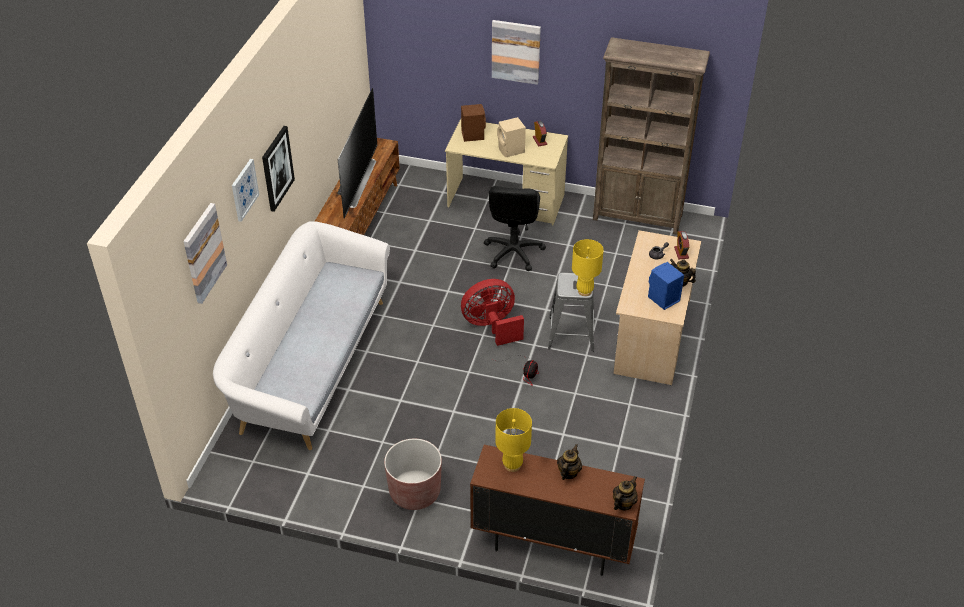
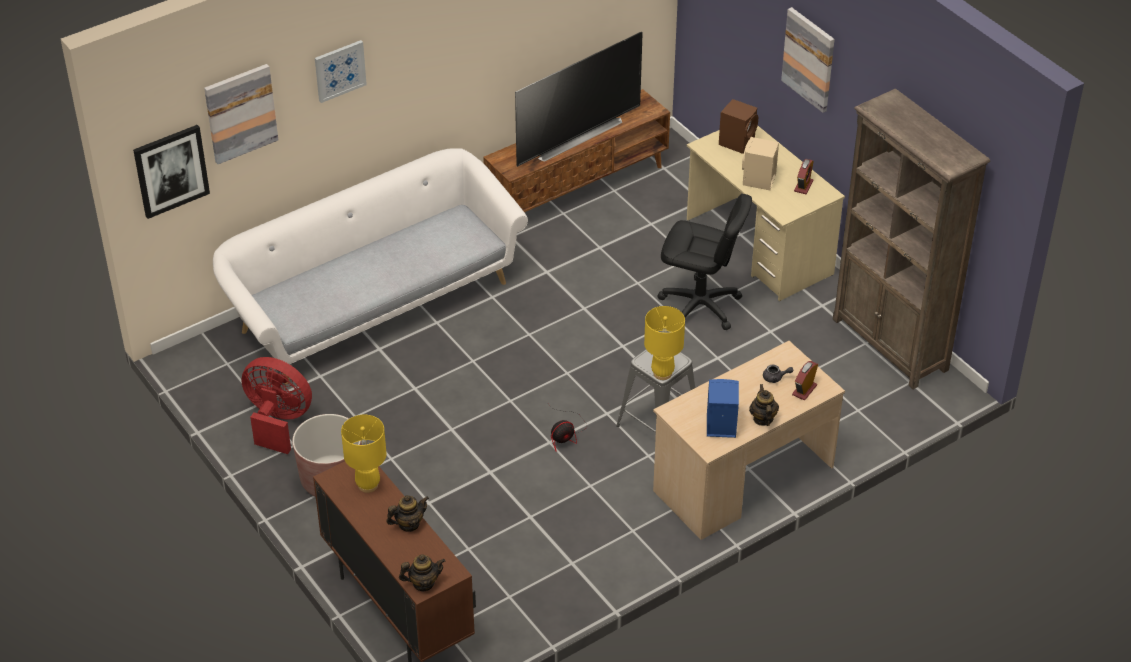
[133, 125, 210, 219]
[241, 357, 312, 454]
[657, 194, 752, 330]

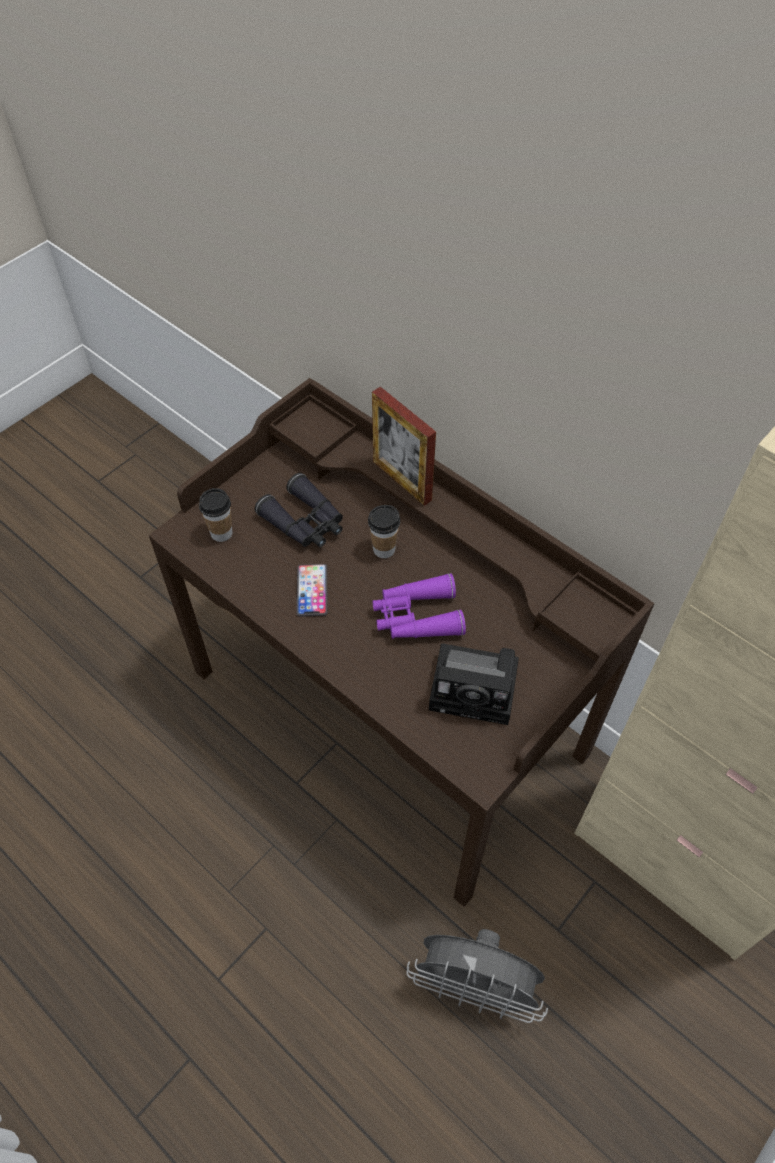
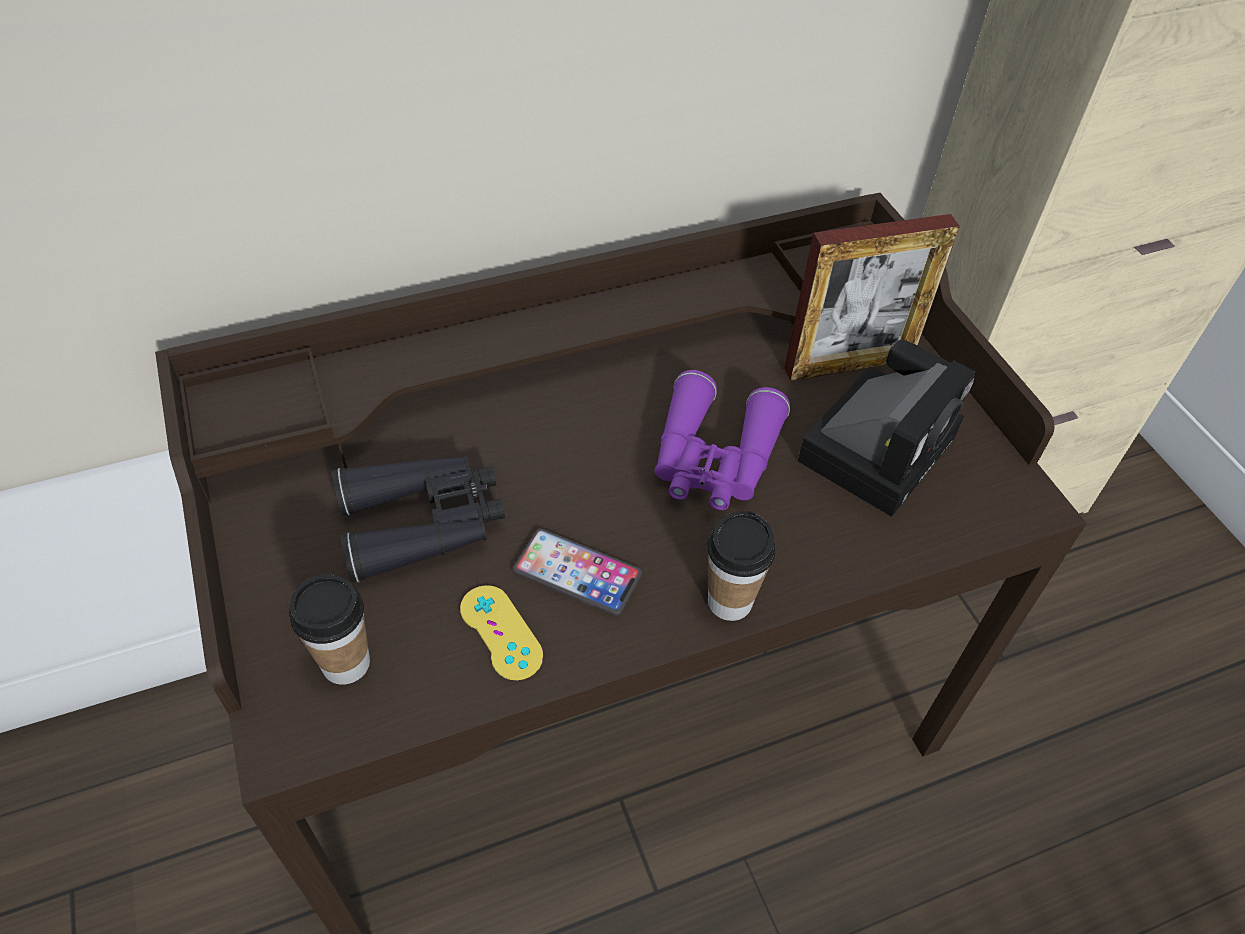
[707, 511, 775, 621]
[784, 214, 960, 381]
[406, 929, 548, 1023] (first image)
[460, 585, 543, 680]

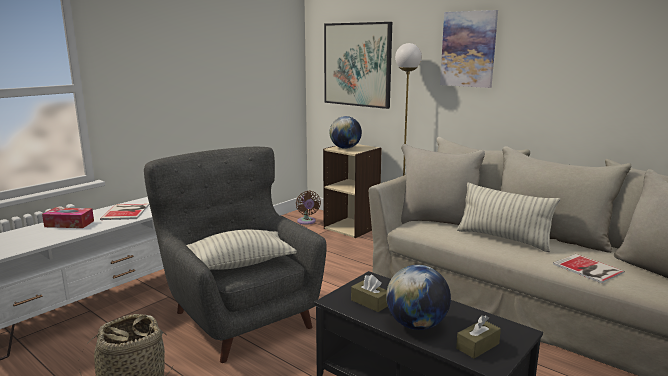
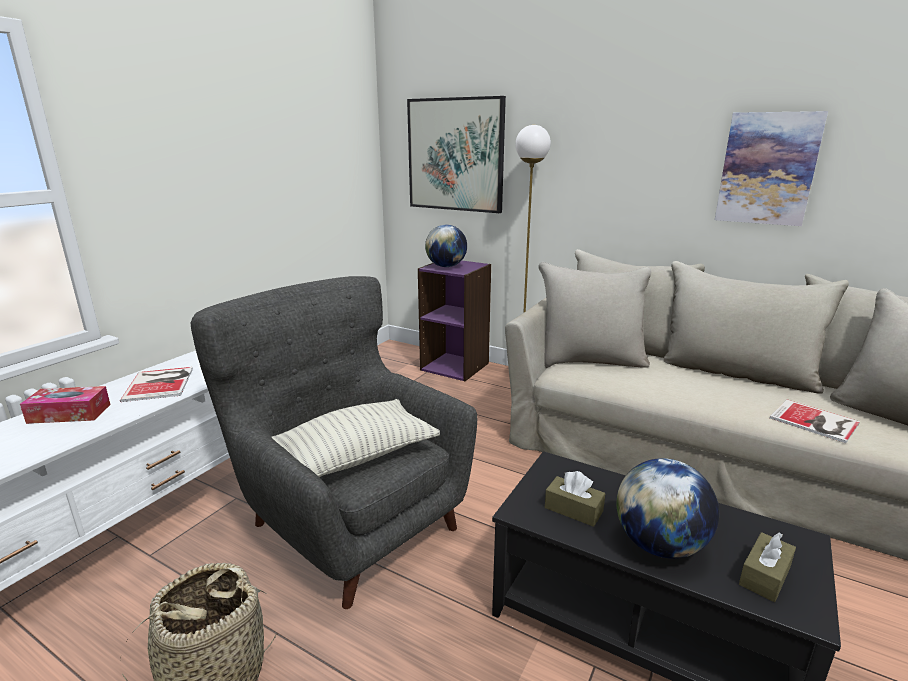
[296, 191, 321, 225] (first image)
[418, 261, 491, 381]
[715, 111, 828, 226]
[457, 183, 560, 252] (first image)

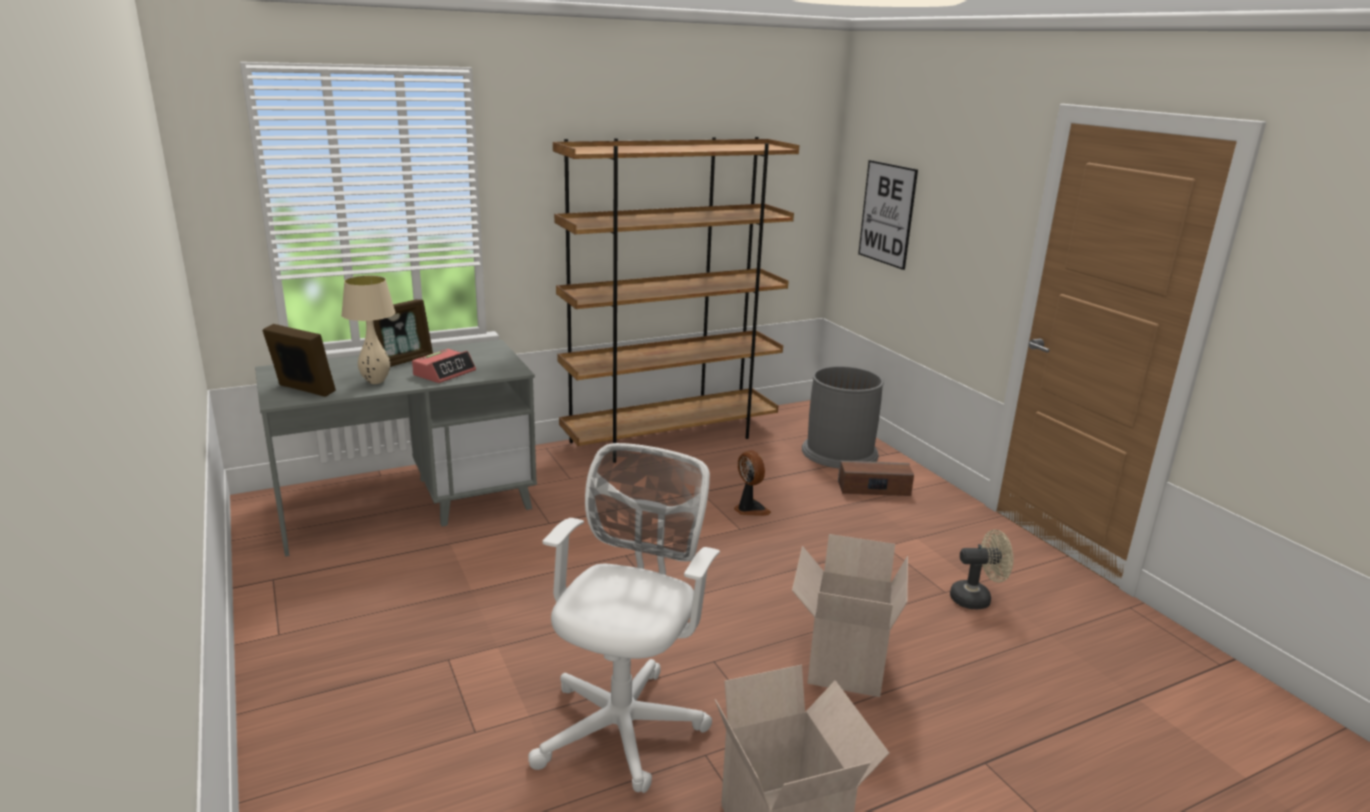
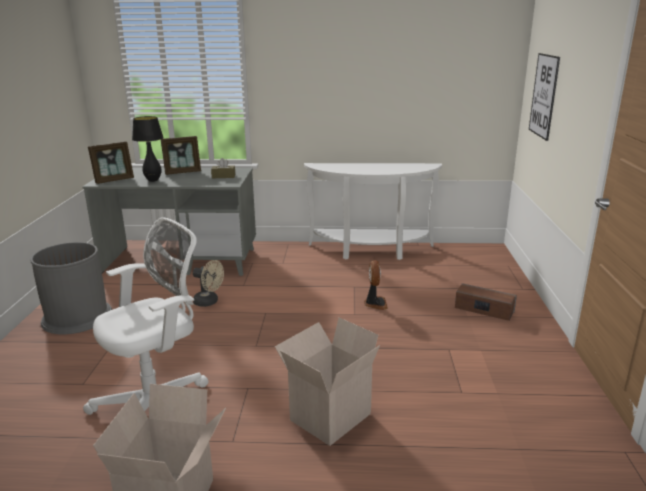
[88, 142, 134, 184]
[132, 116, 164, 182]
[412, 349, 476, 383] (first image)
[304, 163, 442, 260]
[30, 242, 112, 334]
[193, 260, 224, 307]
[211, 158, 235, 178]

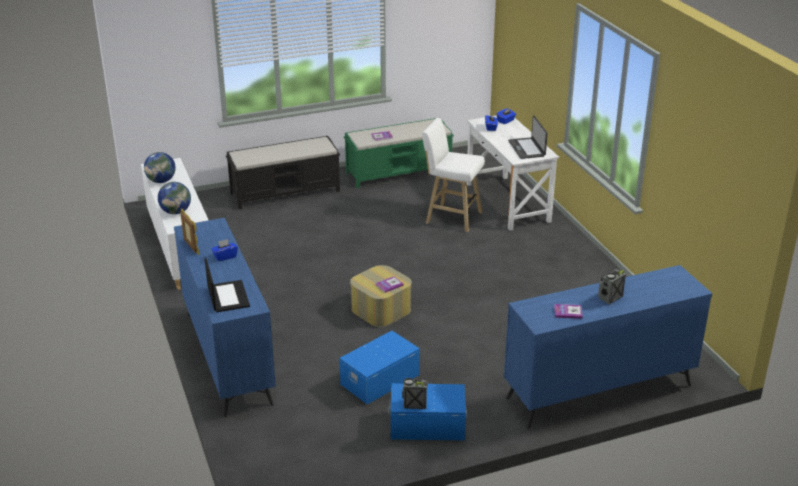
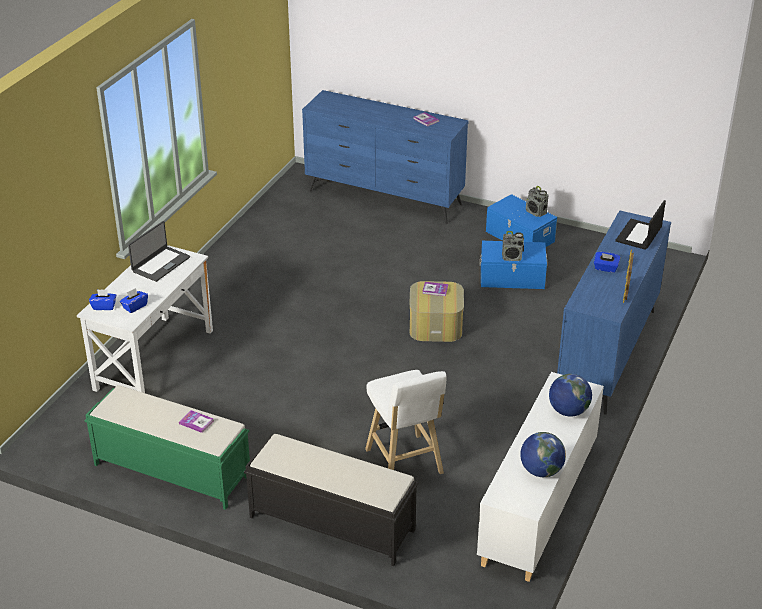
[365, 370, 447, 474]
[502, 231, 524, 261]

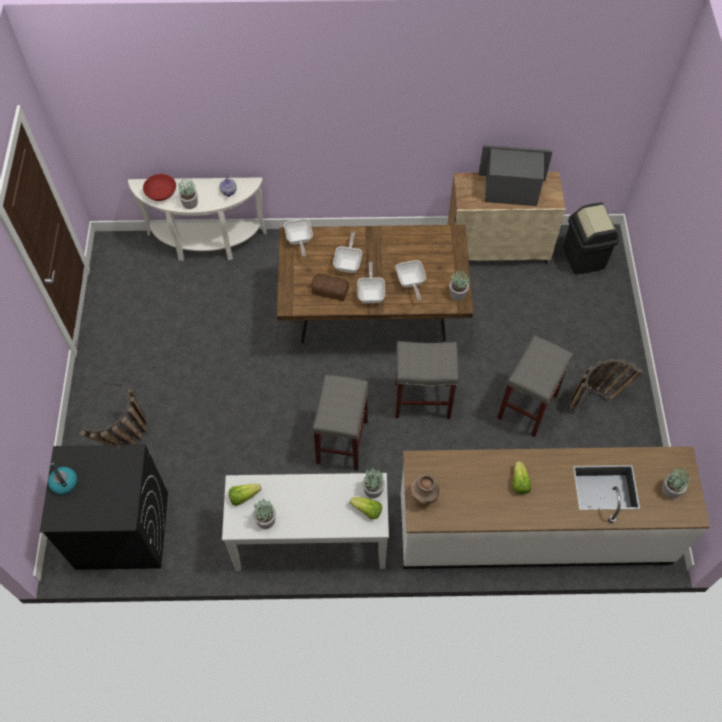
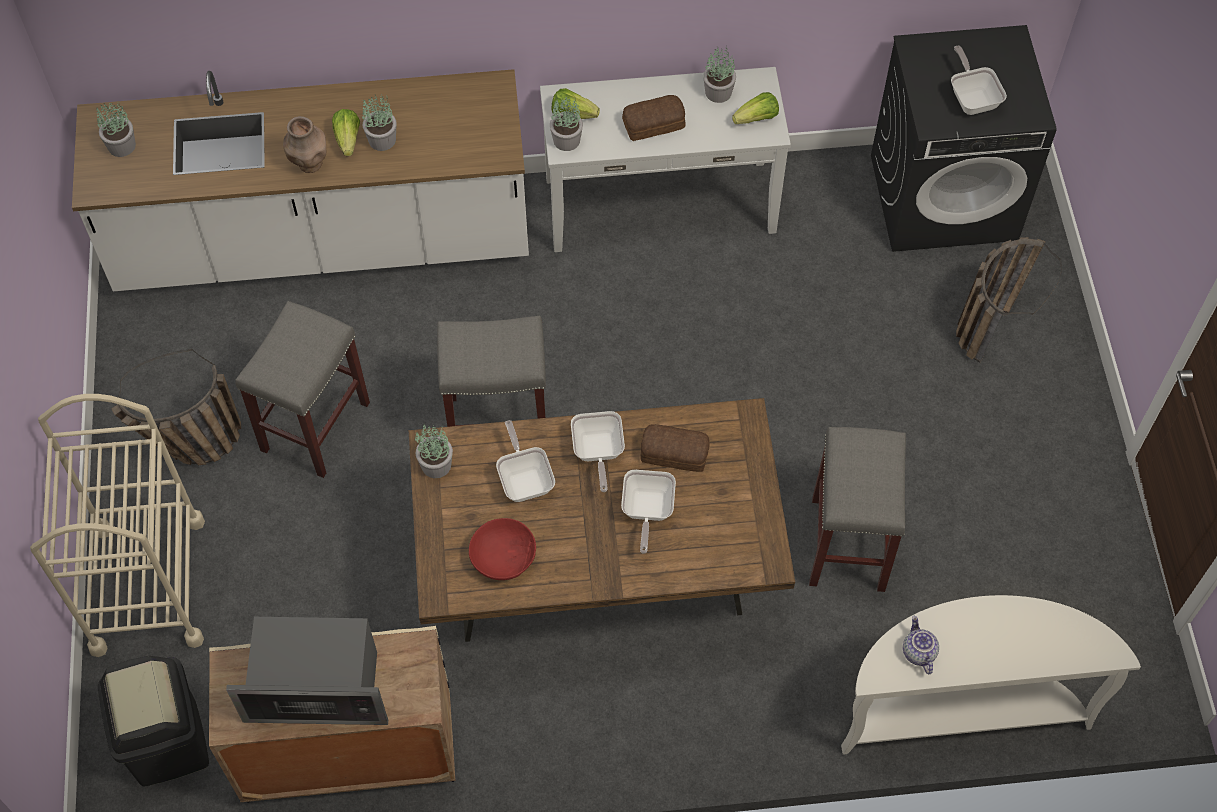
[48, 462, 77, 495] (first image)
[469, 518, 536, 580]
[362, 94, 397, 151]
[951, 46, 1007, 115]
[809, 427, 906, 592]
[283, 116, 326, 173]
[30, 394, 205, 657]
[622, 95, 686, 141]

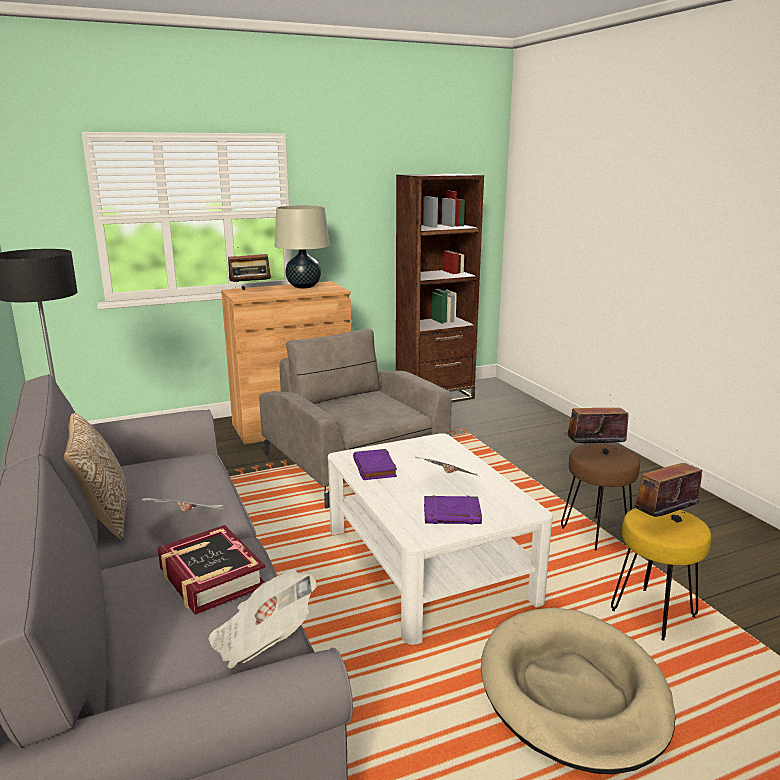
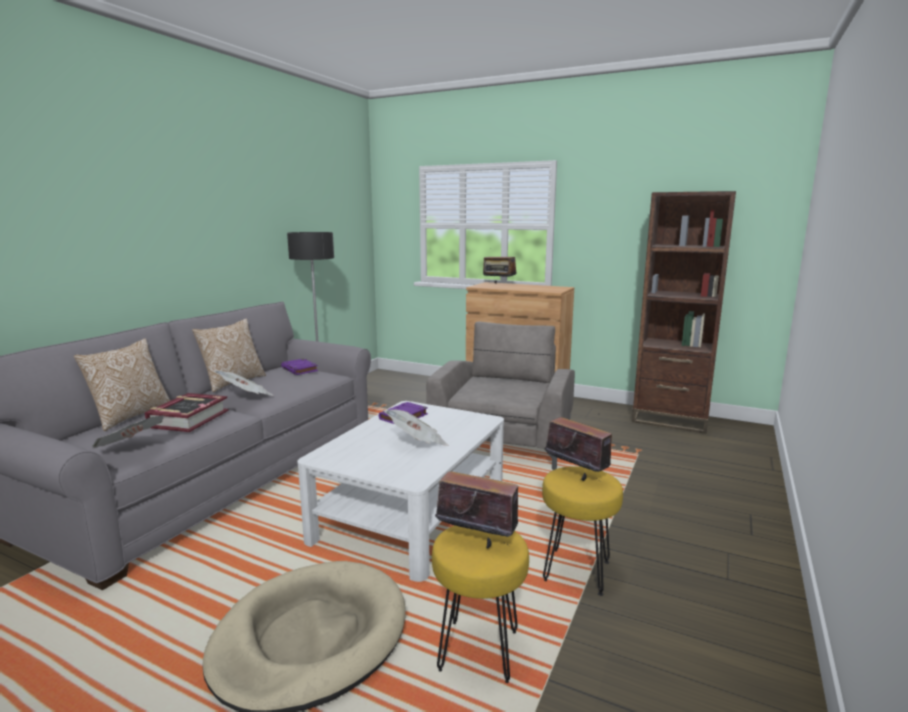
[275, 205, 330, 288] (first image)
[281, 358, 318, 375]
[542, 466, 623, 596]
[74, 338, 170, 431]

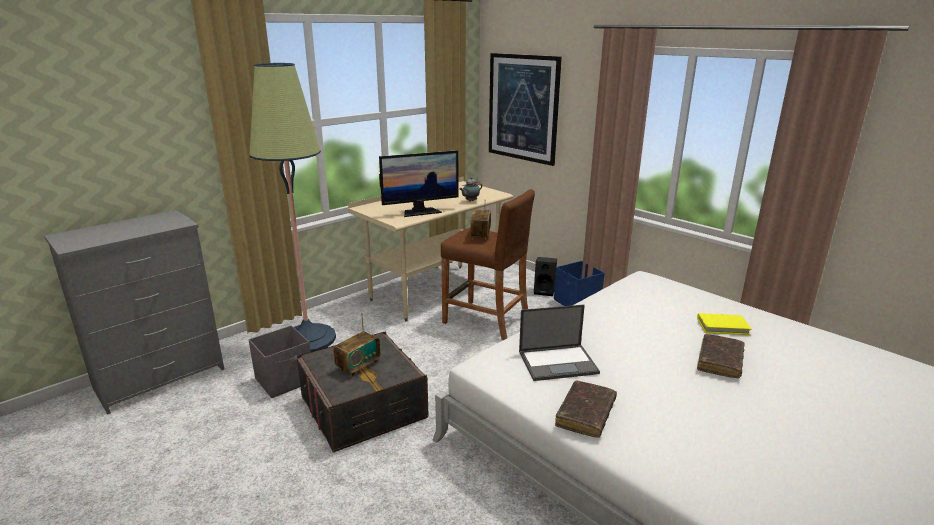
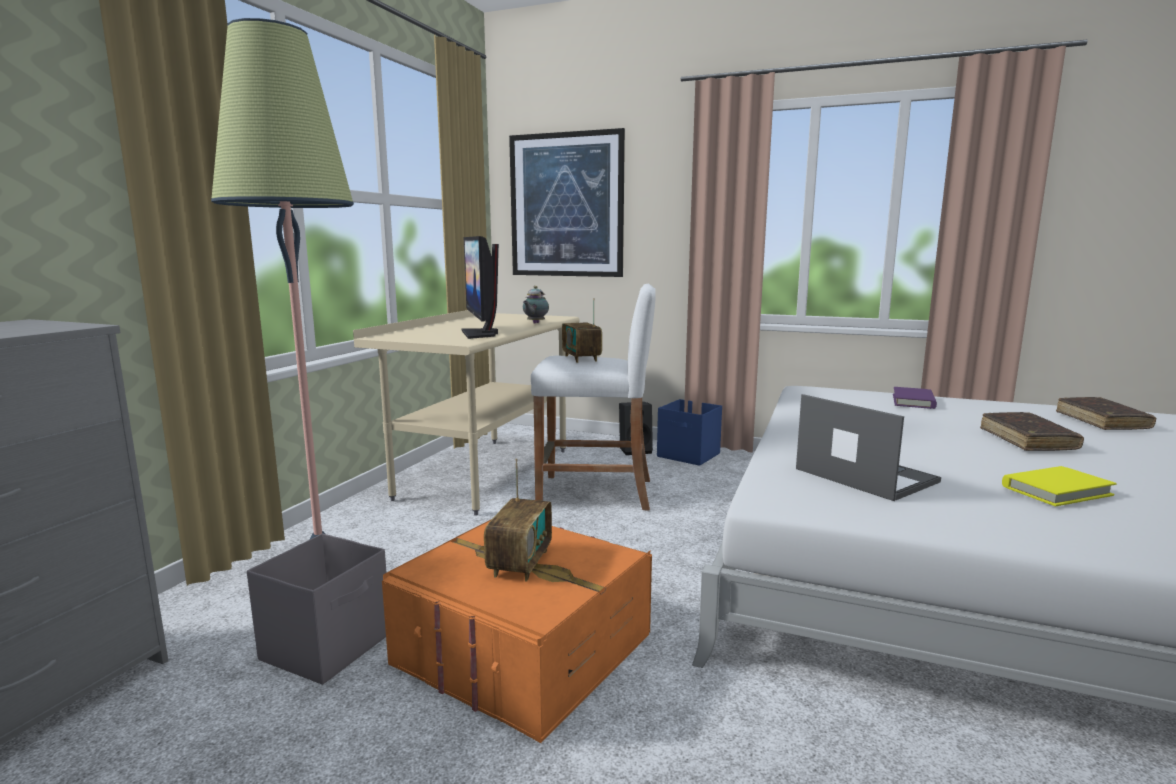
[382, 519, 652, 744]
[461, 236, 499, 339]
[531, 283, 656, 510]
[796, 394, 941, 501]
[1056, 397, 1156, 430]
[1002, 466, 1117, 506]
[893, 387, 937, 409]

